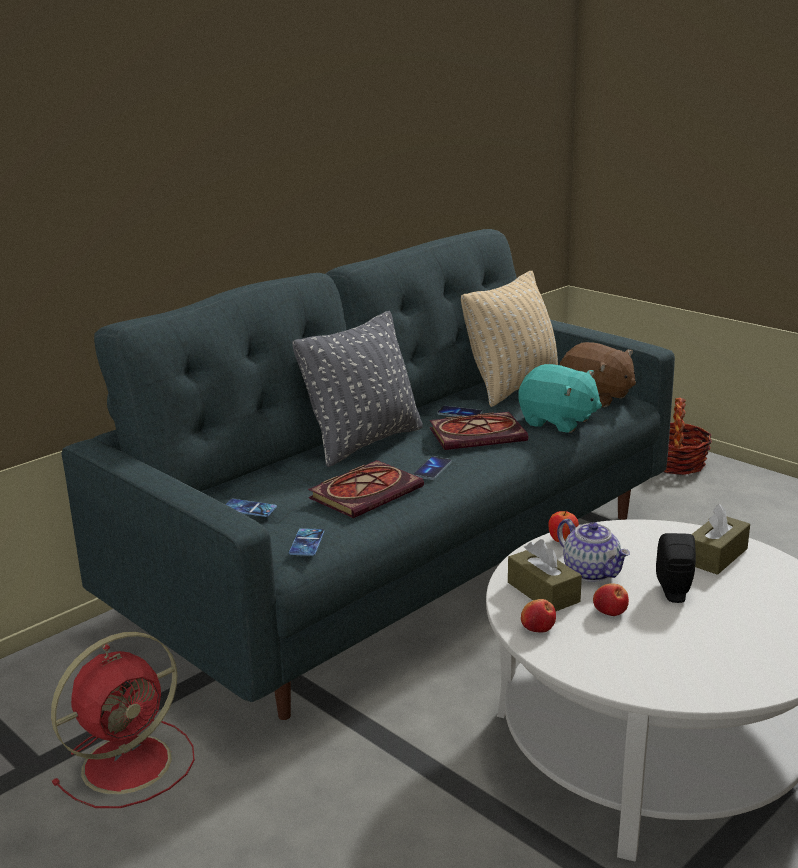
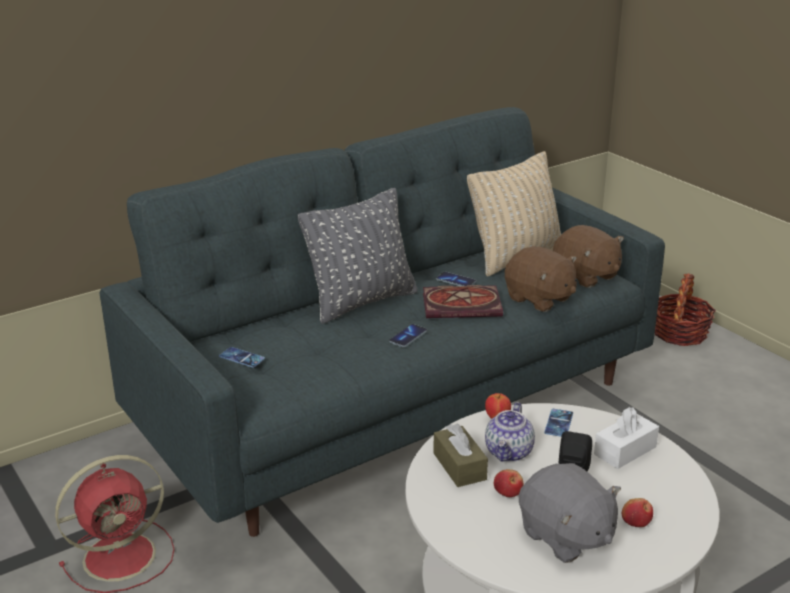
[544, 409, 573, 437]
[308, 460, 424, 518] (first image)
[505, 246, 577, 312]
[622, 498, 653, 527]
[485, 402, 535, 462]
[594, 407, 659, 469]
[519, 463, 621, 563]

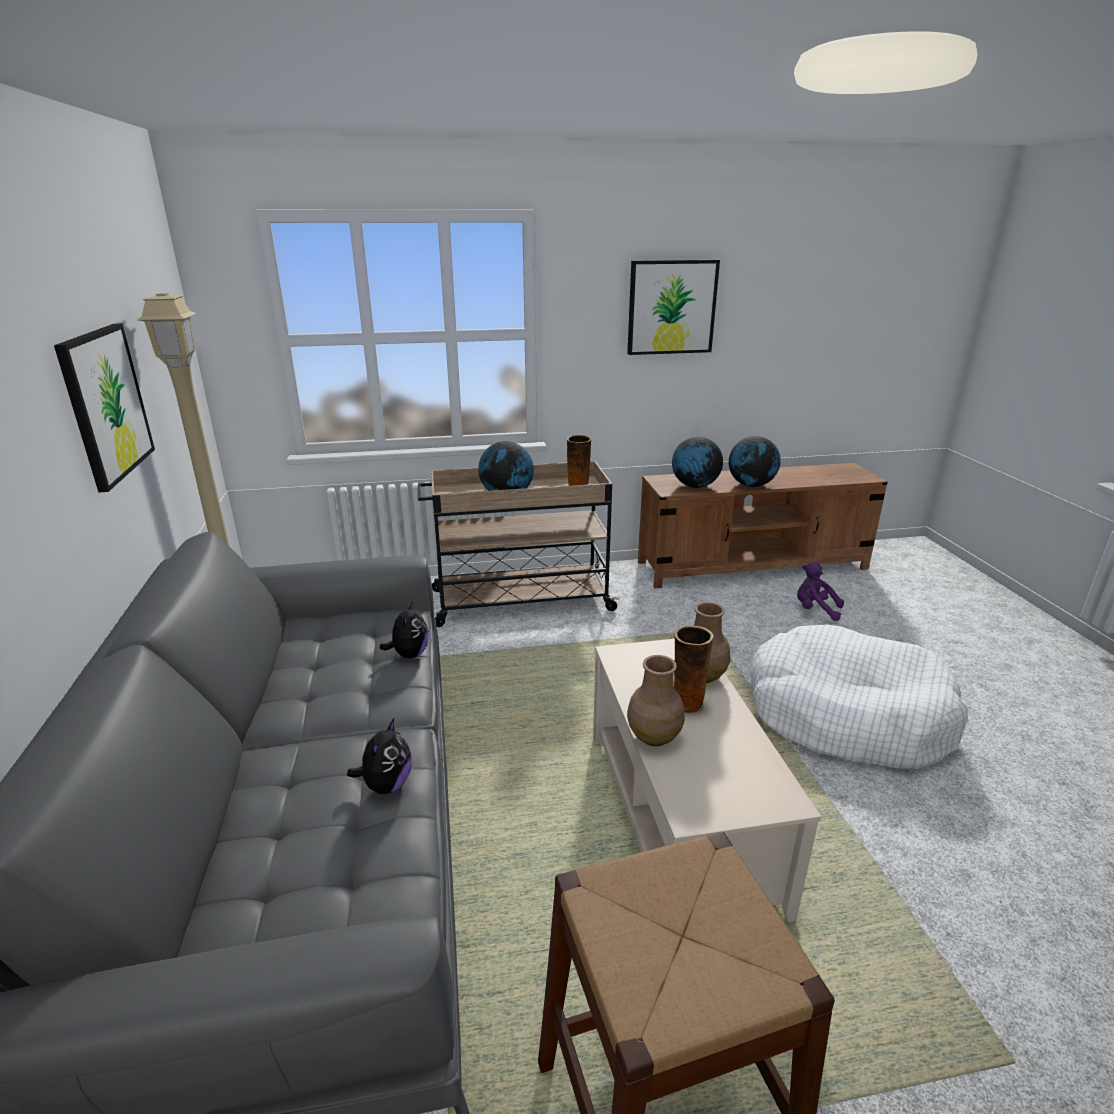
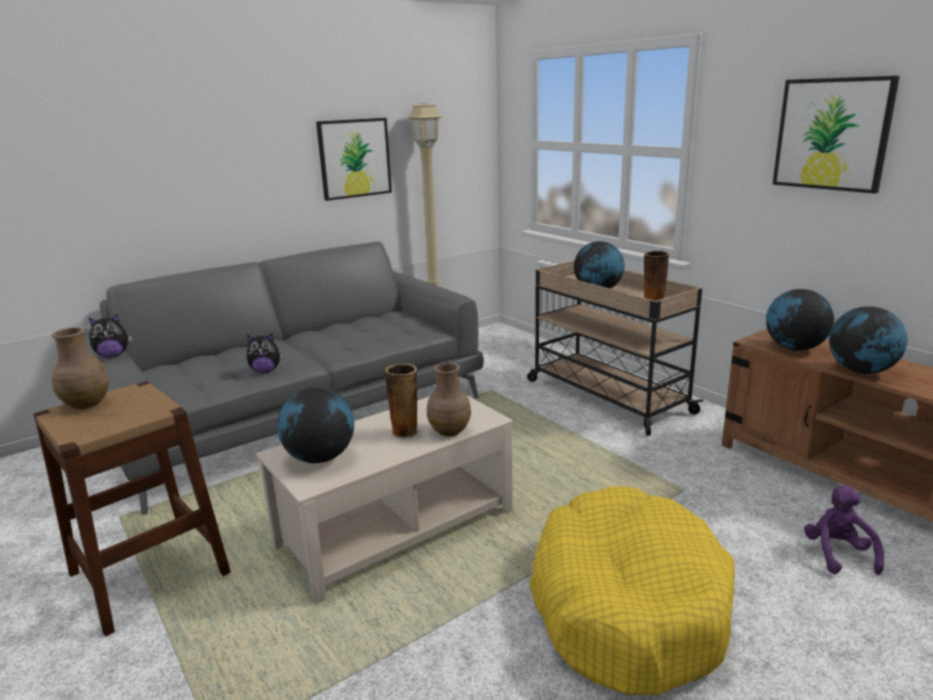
[89, 314, 132, 357]
[52, 327, 109, 409]
[529, 486, 735, 695]
[277, 387, 354, 463]

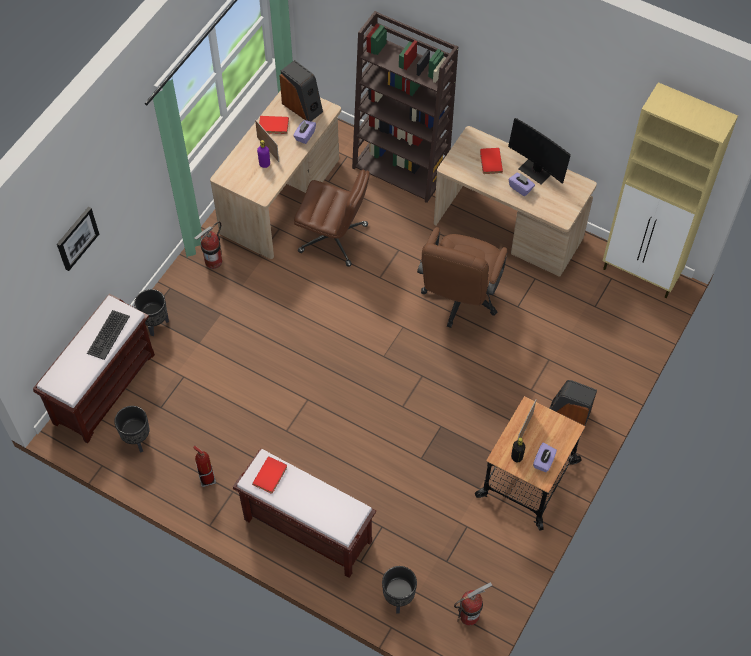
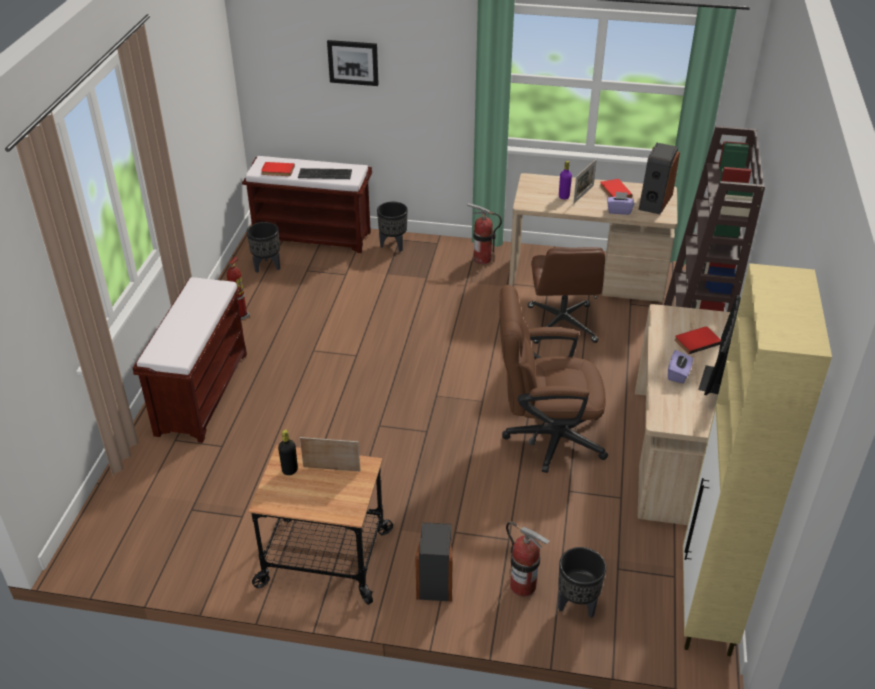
[261, 162, 295, 176]
[558, 547, 606, 618]
[506, 521, 550, 597]
[533, 443, 557, 472] (first image)

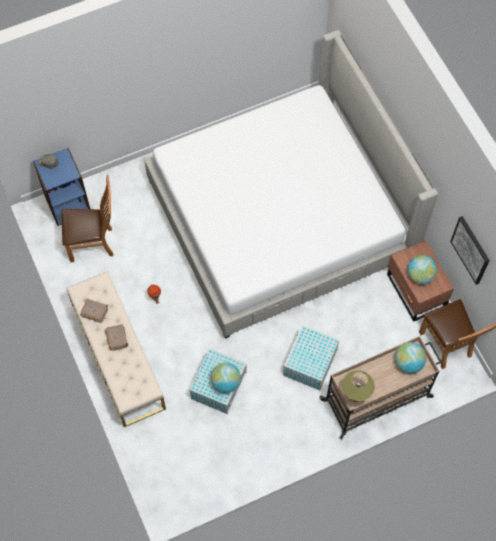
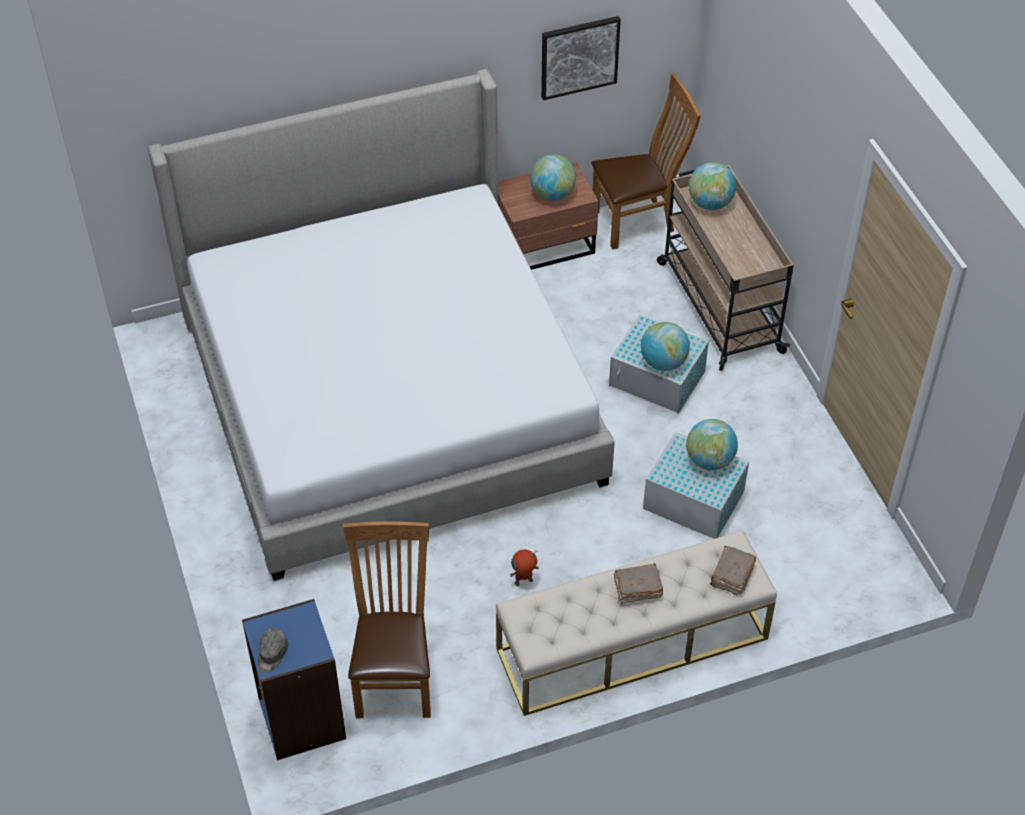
[710, 546, 756, 596]
[342, 370, 375, 402] (first image)
[641, 322, 690, 371]

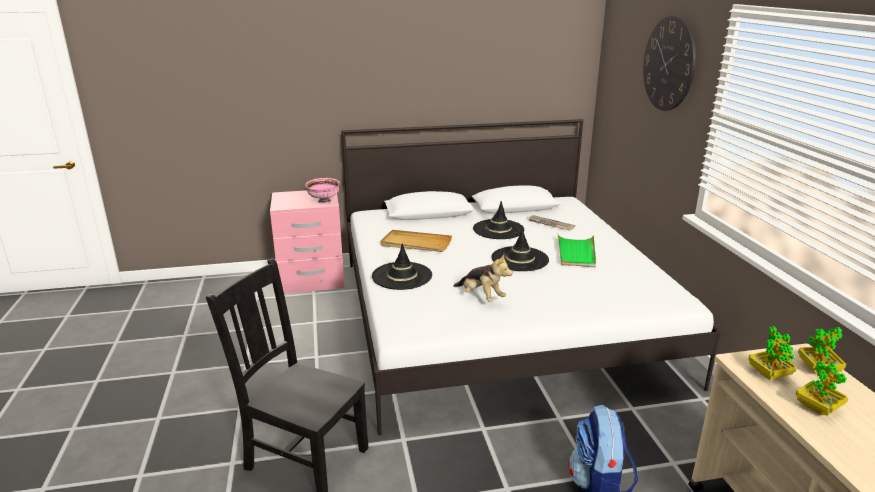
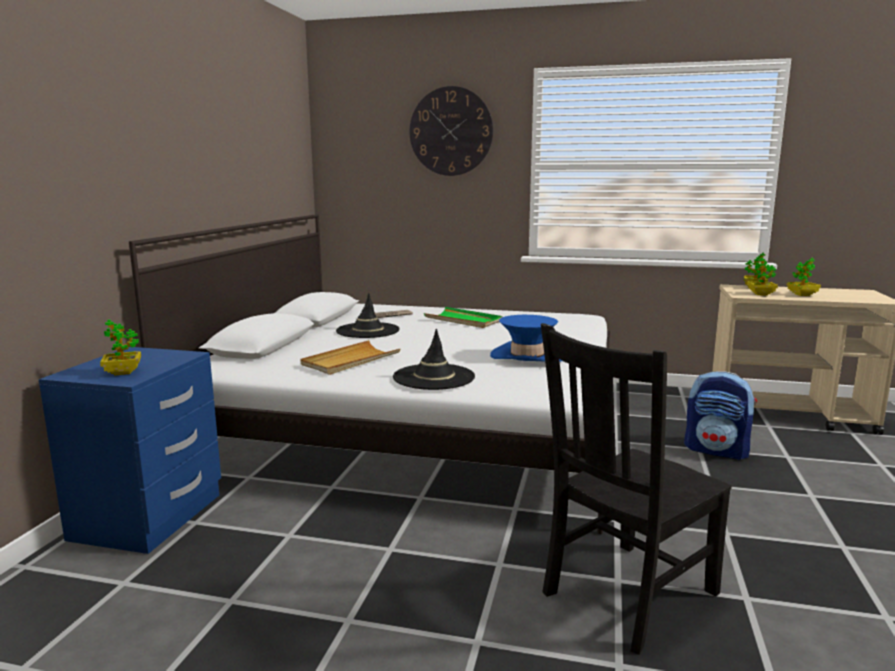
[39, 347, 221, 554]
[305, 178, 340, 204] (first image)
[490, 315, 562, 362]
[491, 228, 549, 271] (first image)
[100, 320, 141, 376]

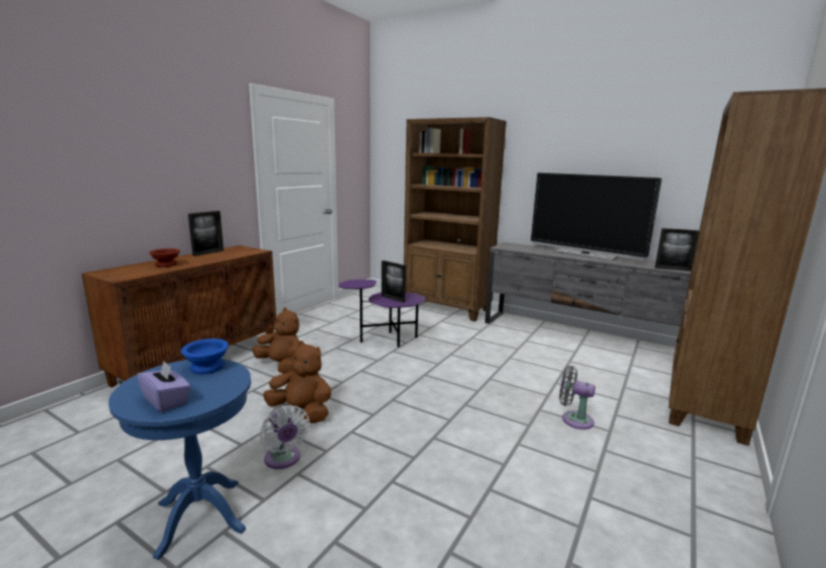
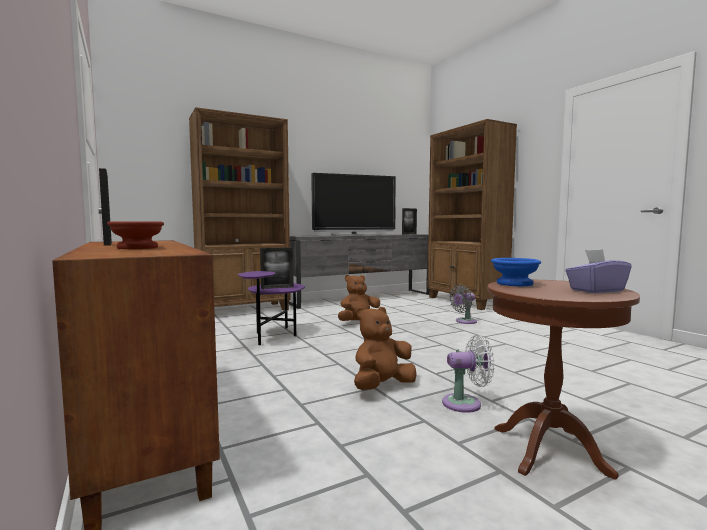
[487, 280, 640, 480]
[338, 275, 380, 321]

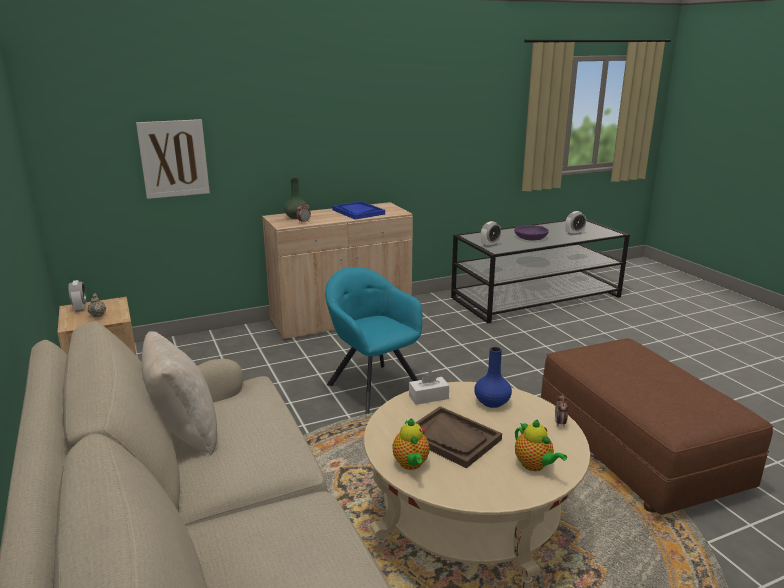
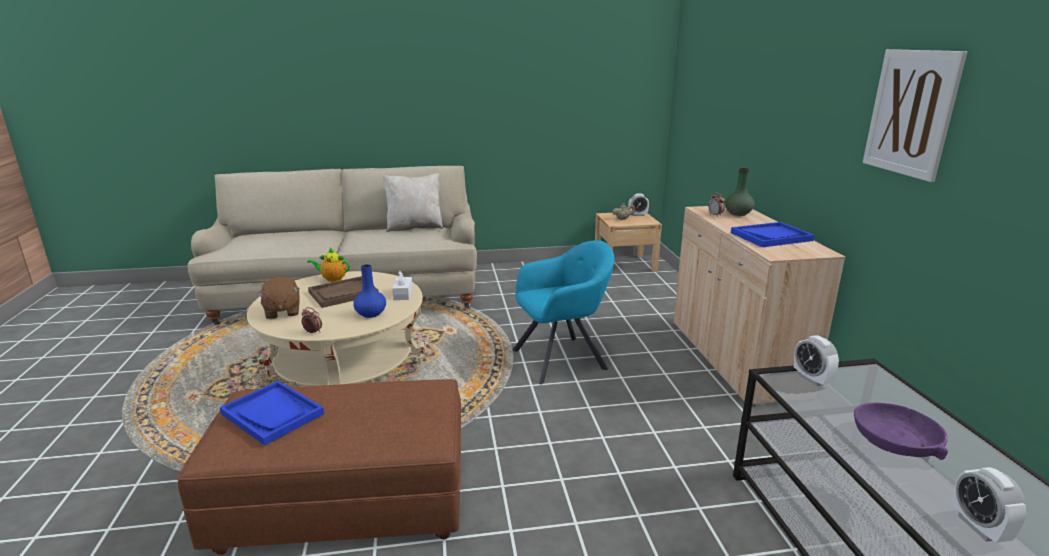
[863, 49, 967, 182]
[257, 277, 300, 319]
[219, 381, 324, 445]

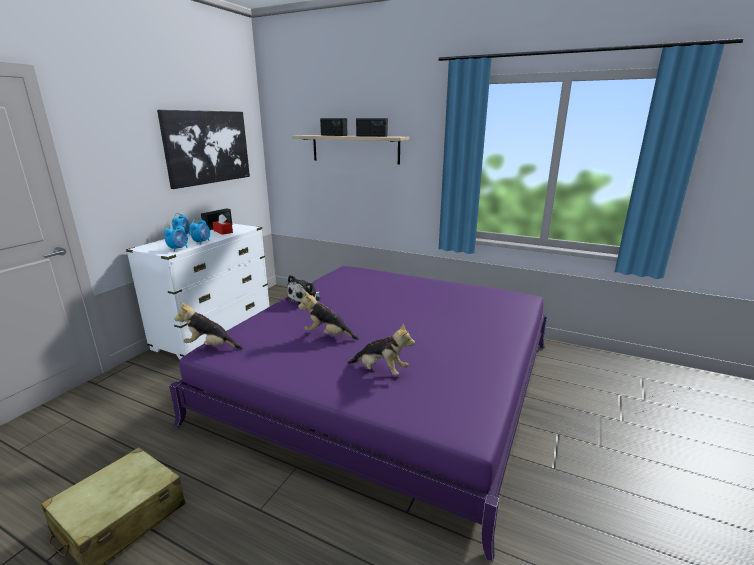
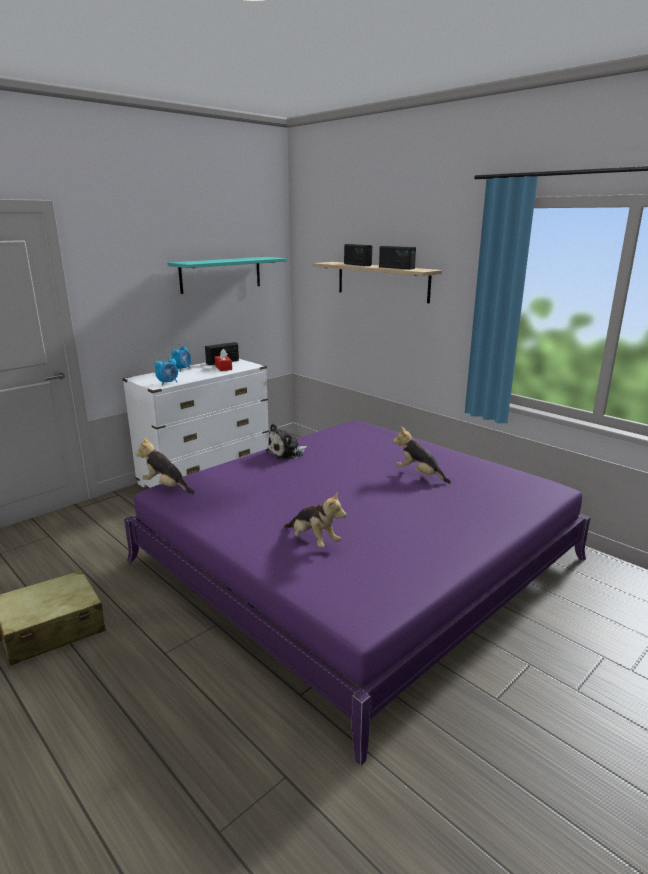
[168, 257, 286, 294]
[190, 218, 210, 245] (first image)
[393, 427, 451, 483]

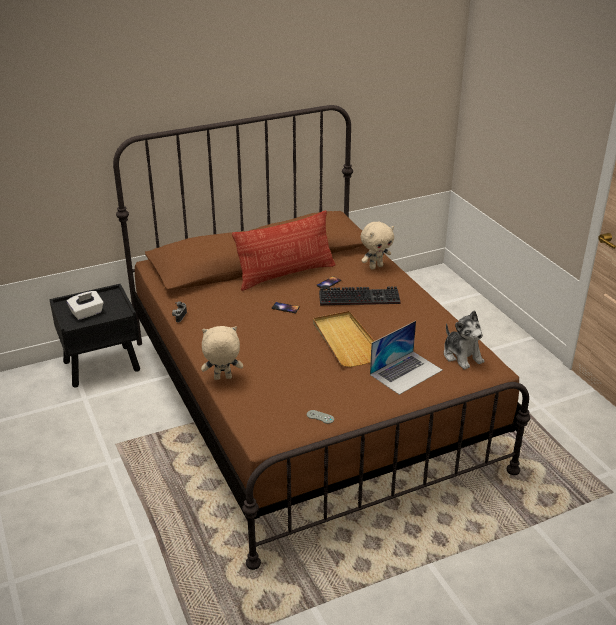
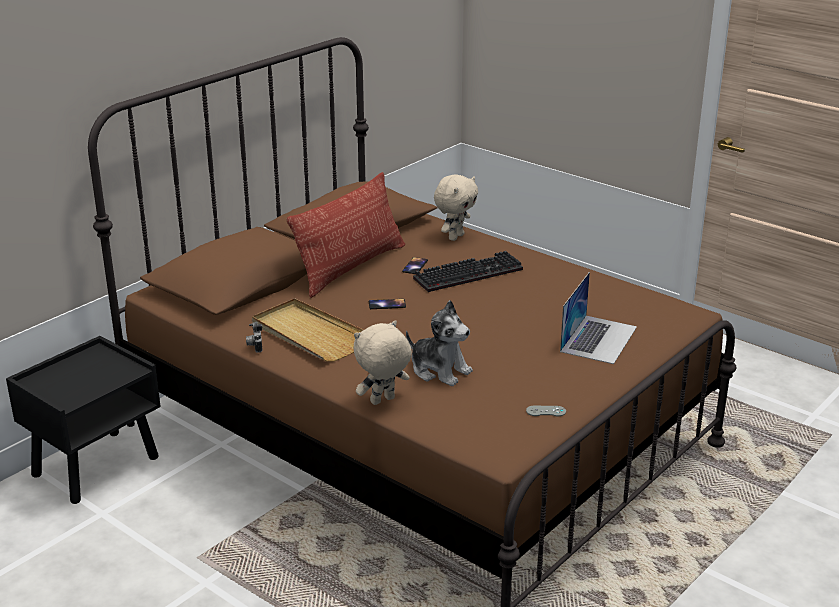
[67, 291, 104, 320] (first image)
[252, 298, 364, 361]
[406, 300, 473, 386]

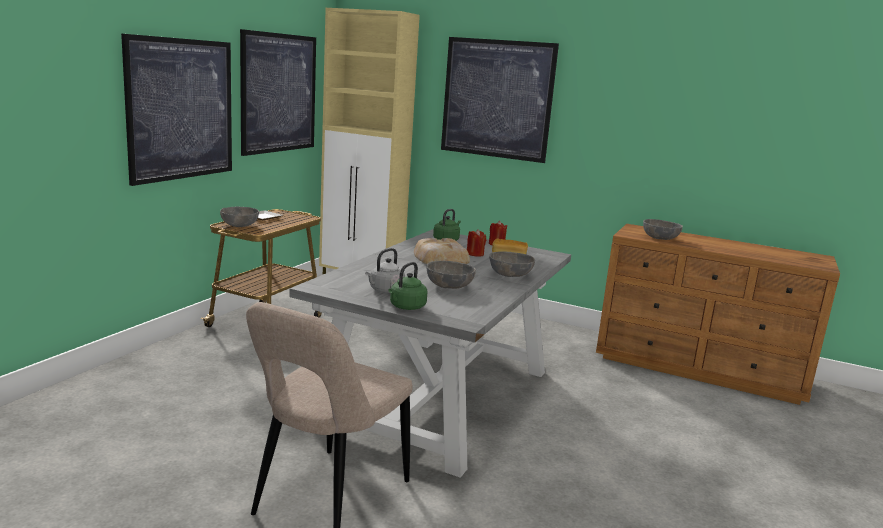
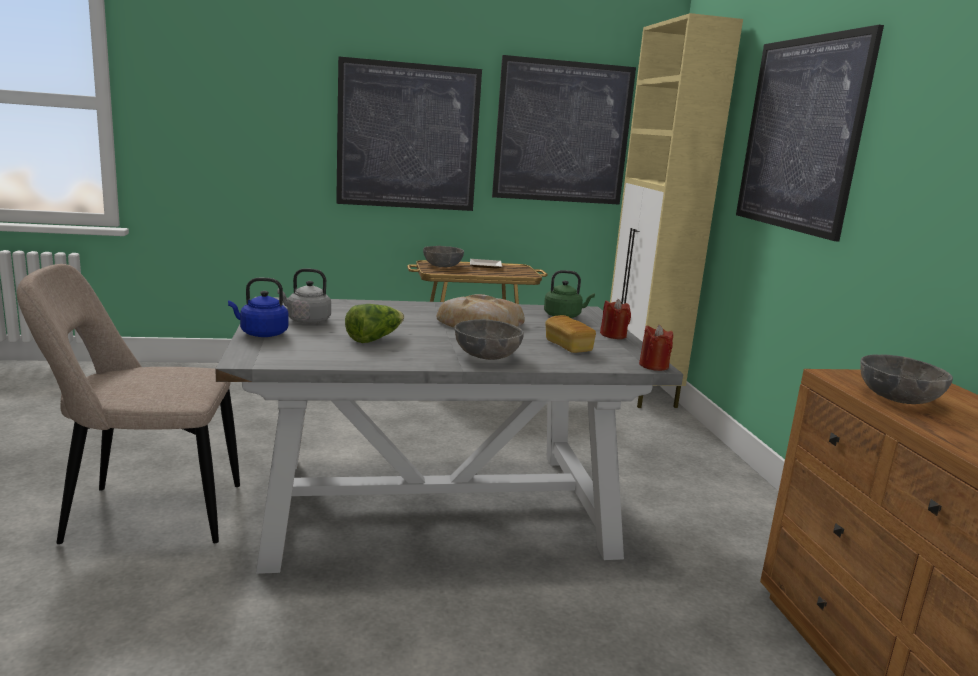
[228, 278, 288, 337]
[345, 304, 404, 343]
[639, 325, 673, 371]

